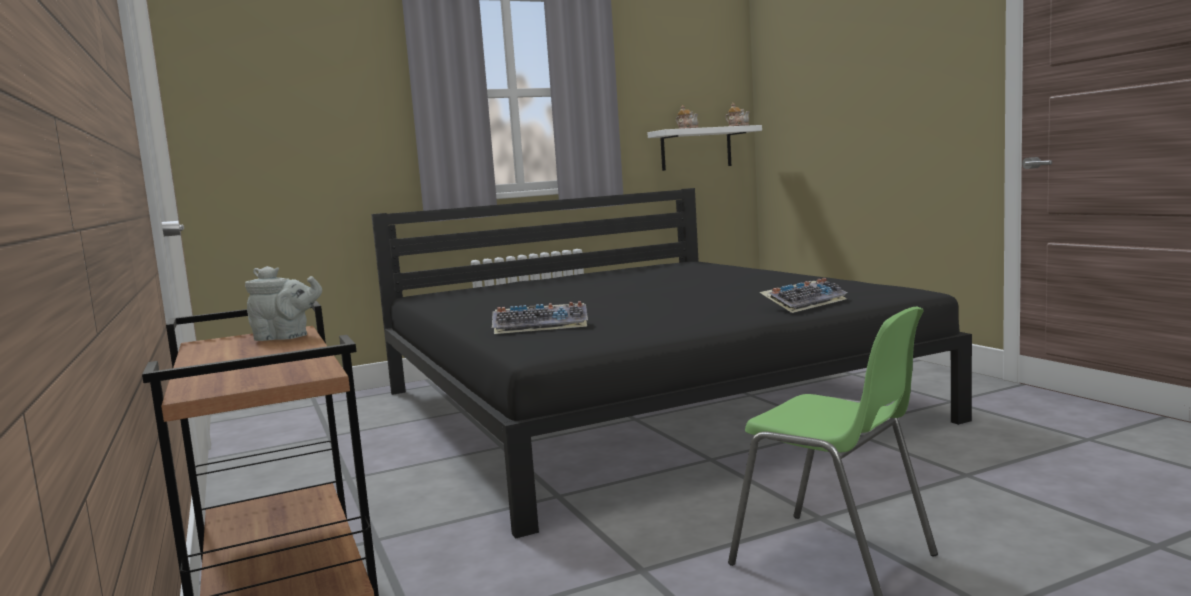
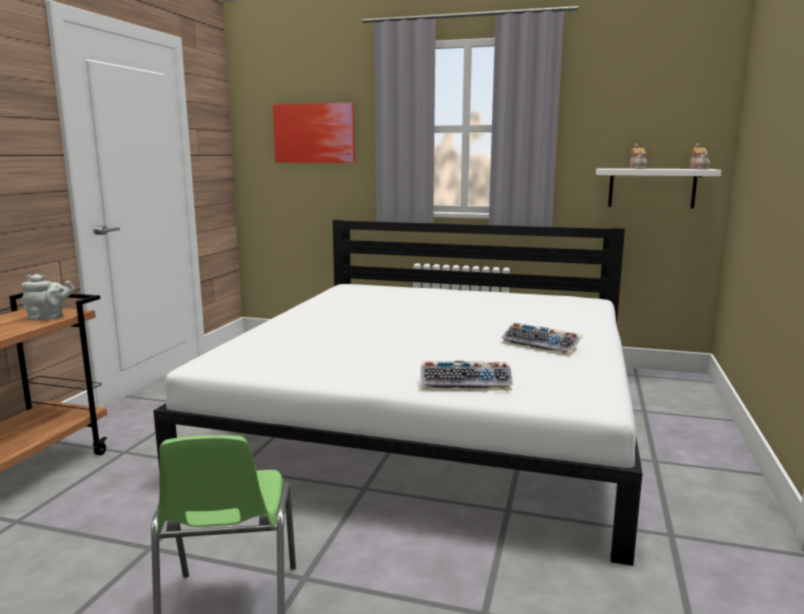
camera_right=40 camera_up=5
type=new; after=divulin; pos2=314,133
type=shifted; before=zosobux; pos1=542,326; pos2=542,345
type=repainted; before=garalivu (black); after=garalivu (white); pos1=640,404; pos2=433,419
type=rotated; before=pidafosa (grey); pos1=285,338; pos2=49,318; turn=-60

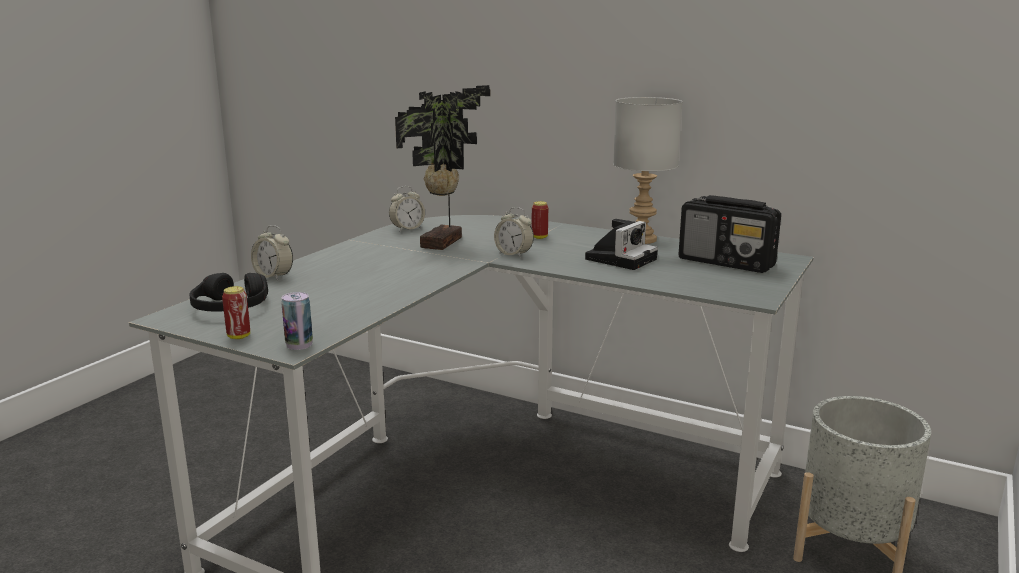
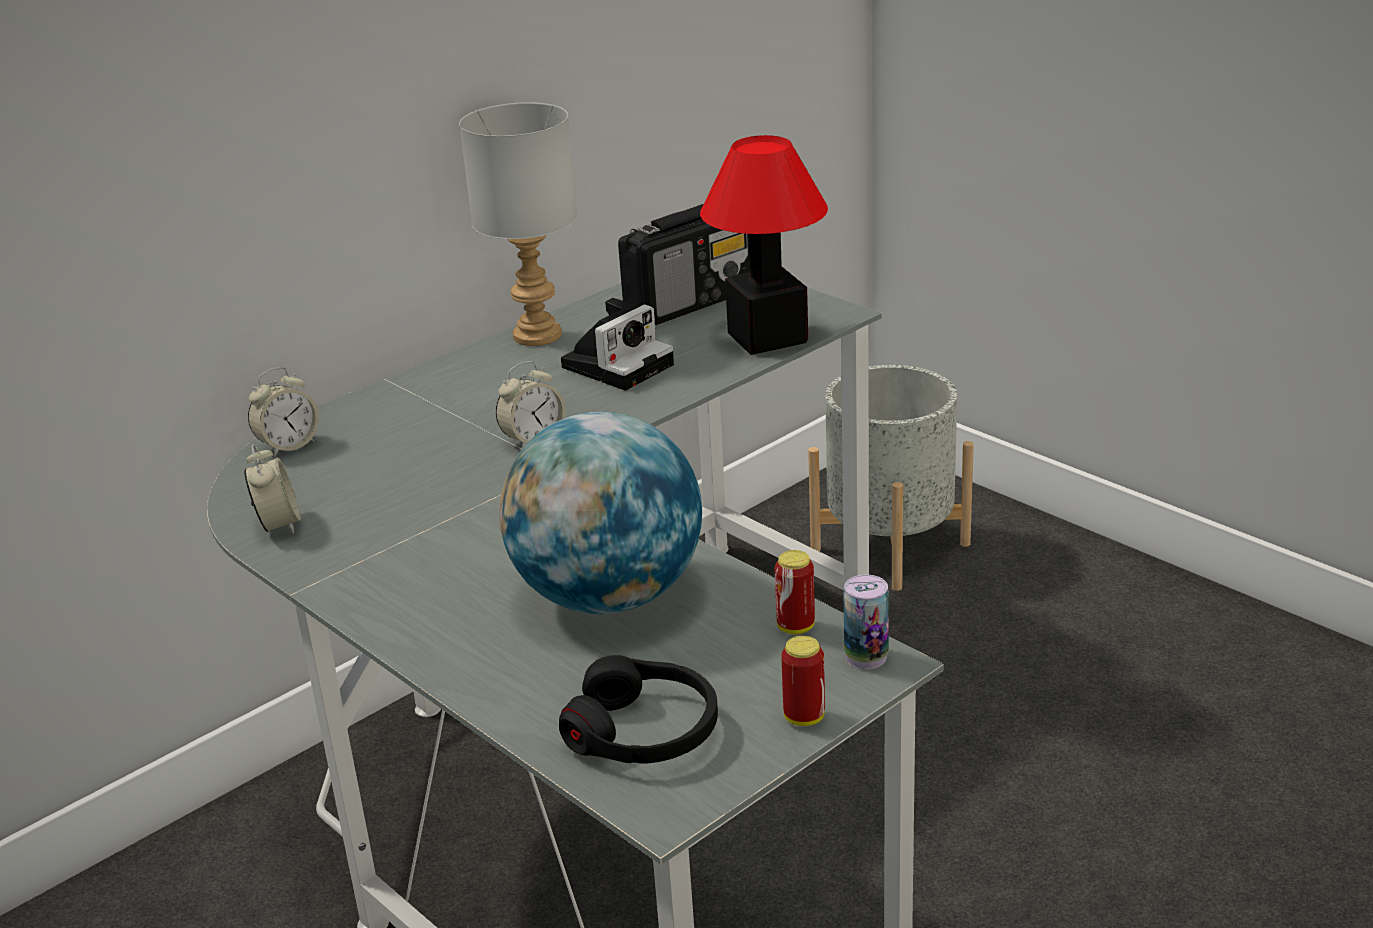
camera_right=-70 camera_up=10
type=gone; before=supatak; pos1=445,243
type=new; after=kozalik; pos2=608,597
type=new; after=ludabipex; pos2=768,338
type=shifted; before=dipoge; pos1=273,276; pos2=288,446
type=shifted; before=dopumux; pos1=539,237; pos2=795,627
type=rotated; before=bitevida; pos1=621,258; pos2=619,364; turn=75

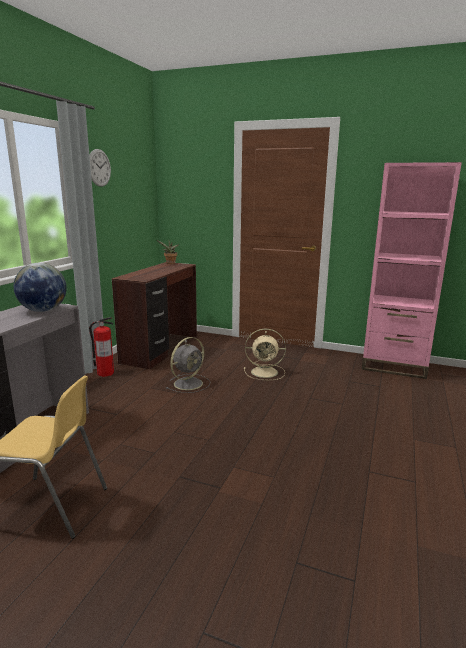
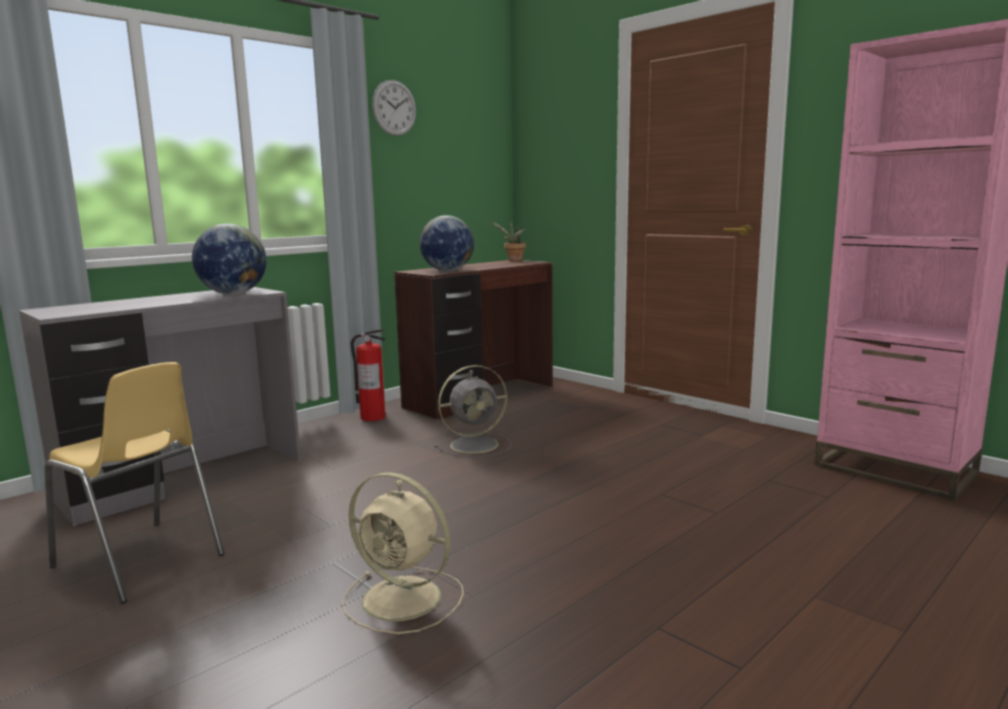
camera_right=25 camera_up=-5
type=new; after=kozalik; pos2=447,271
type=shifted; before=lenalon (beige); pos1=265,372; pos2=405,599

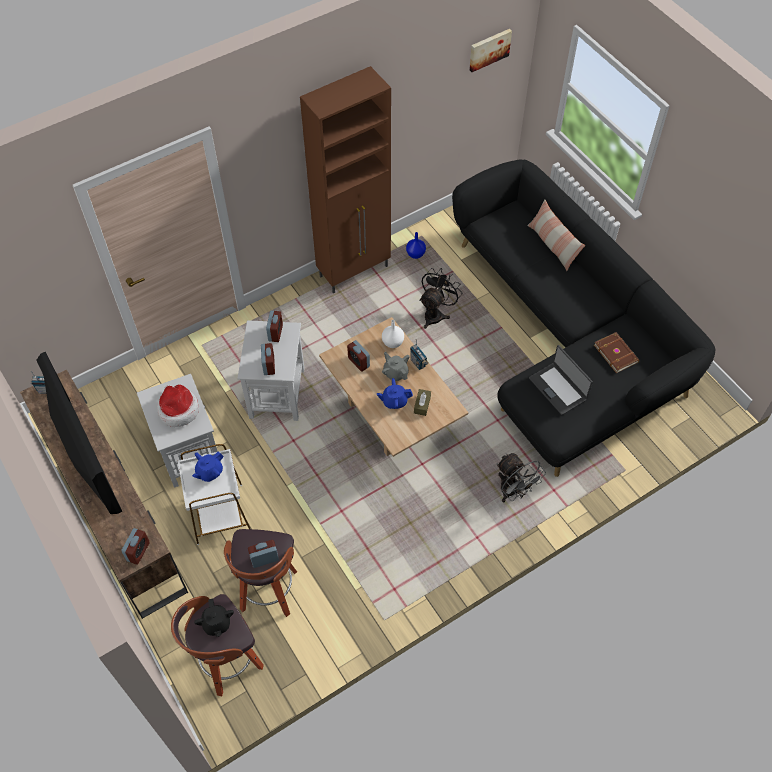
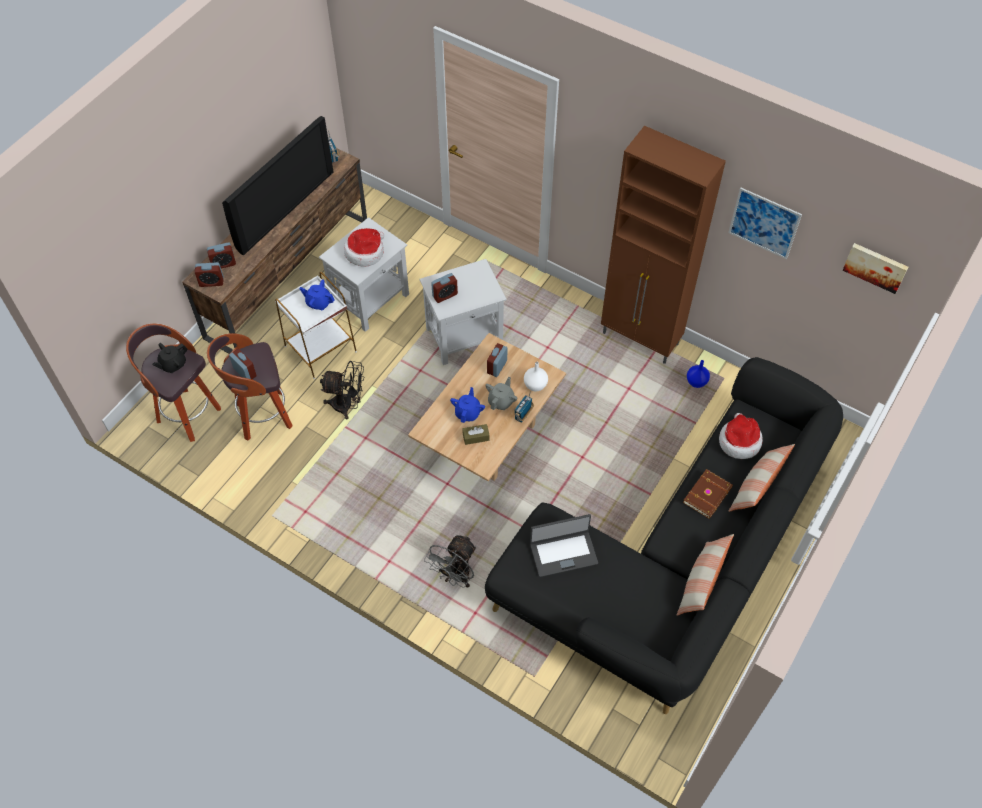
camera_right=65 camera_up=0
type=new; after=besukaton; pos2=701,582
type=new; after=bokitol; pos2=739,441
type=new; after=divulin; pos2=764,223
type=shifted; before=dipoge; pos1=275,333; pos2=223,264
type=shifted; before=lenalon (black); pos1=436,314; pos2=347,405
type=shifted; before=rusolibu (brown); pos1=616,353; pos2=708,495
type=rotated; before=pidafosa (blue); pos1=394,401; pos2=468,413; turn=45
type=rotated; before=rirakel; pos1=558,388; pos2=563,553; turn=-135

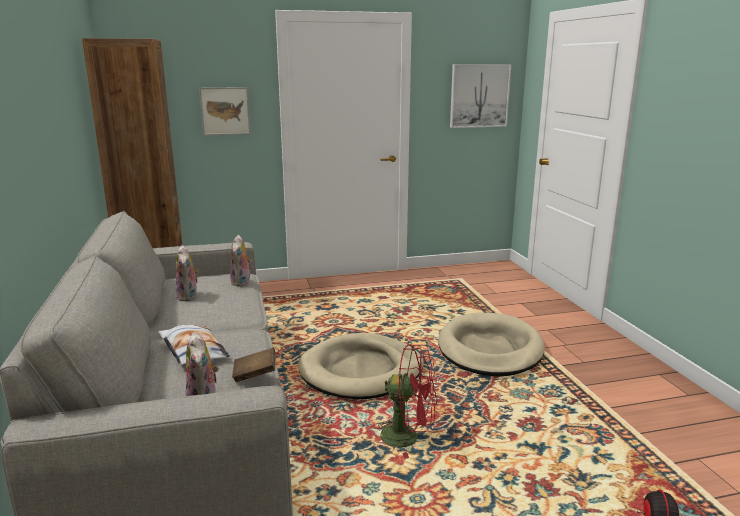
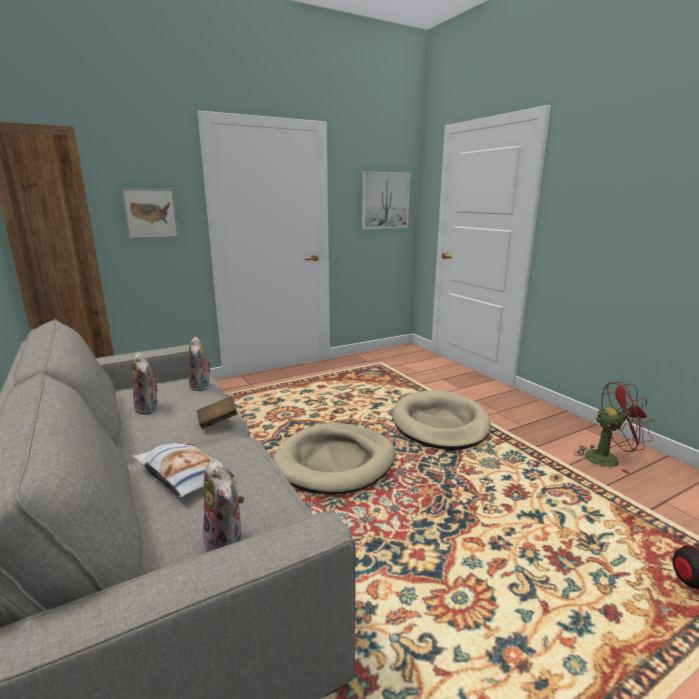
camera_right=-15 camera_up=0
type=shifted; before=rusolibu (brown); pos1=255,375; pos2=217,421
type=shifted; before=lenalon (red); pos1=408,437; pos2=608,458

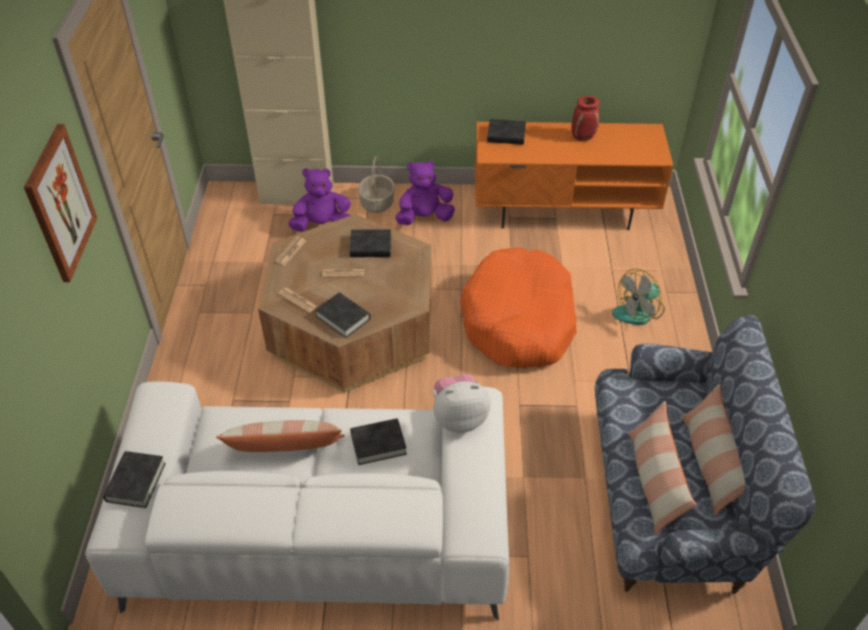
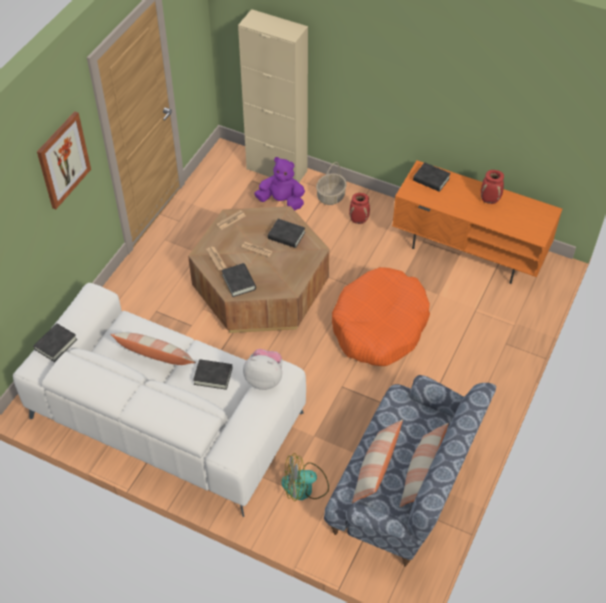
camera_right=25 camera_up=5
type=shifted; before=lenalon; pos1=639,312; pos2=304,486
type=swapped; before=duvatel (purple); after=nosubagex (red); pos1=424,218; pos2=359,220

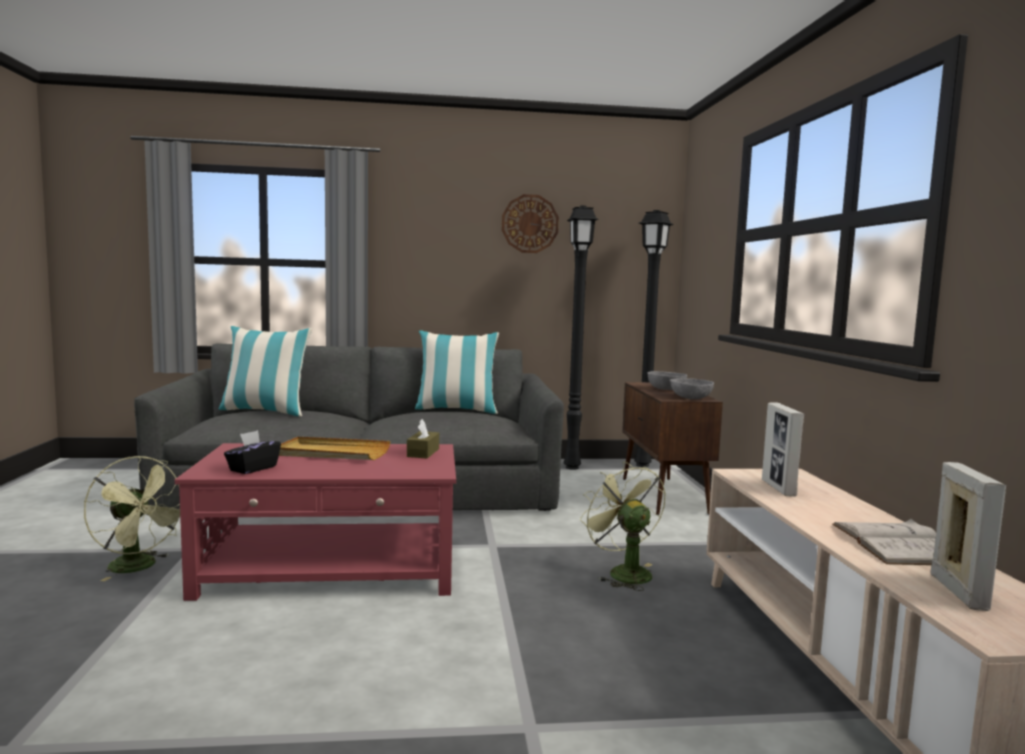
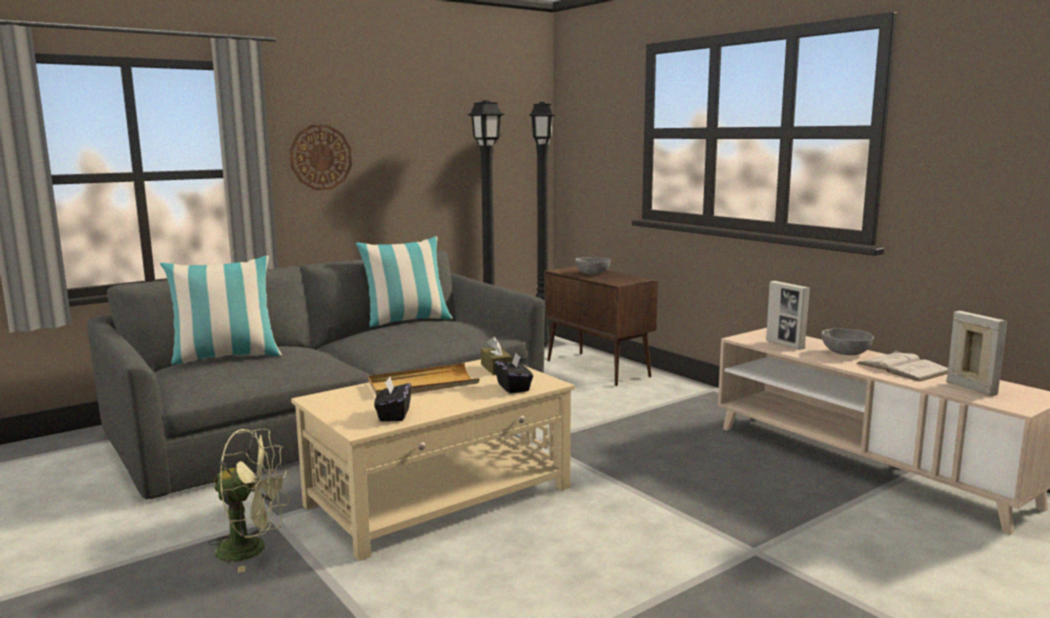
camera_right=-30 camera_up=5
type=gone; before=lenalon (green); pos1=623,572
type=new; after=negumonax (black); pos2=514,387
type=shifted; before=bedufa; pos1=530,224; pos2=321,157
type=shifted; before=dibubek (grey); pos1=690,398; pos2=845,353
type=repainted; before=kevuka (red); after=kevuka (beige); pos1=332,569; pos2=440,496

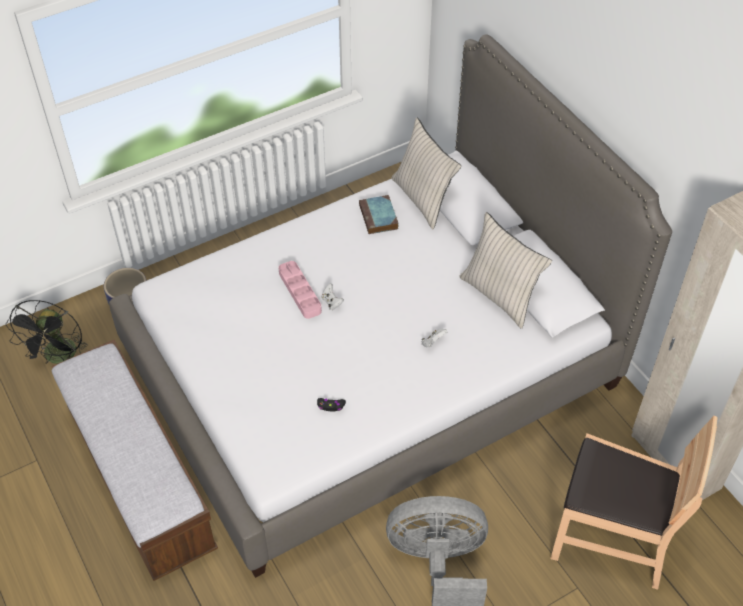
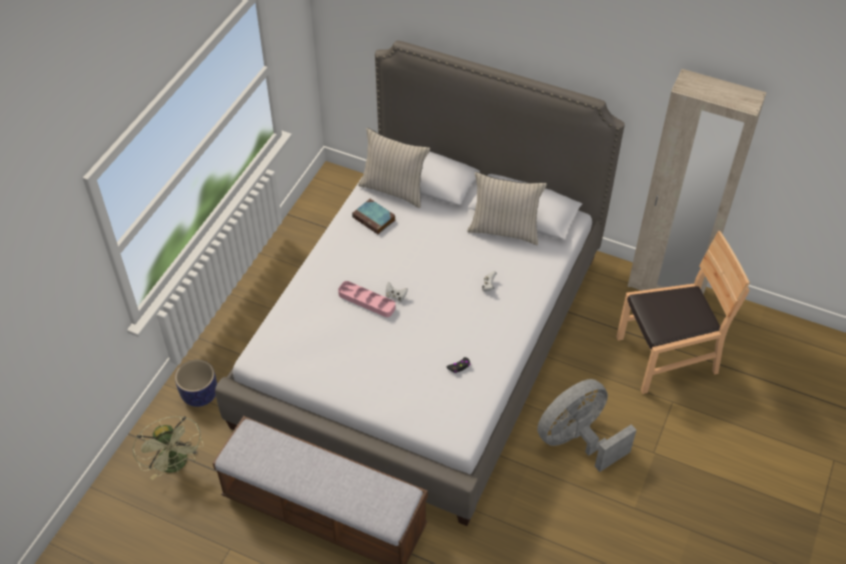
camera_right=-35 camera_up=0
type=repainted; before=lenalon (black); after=lenalon (green); pos1=59,358; pos2=176,465

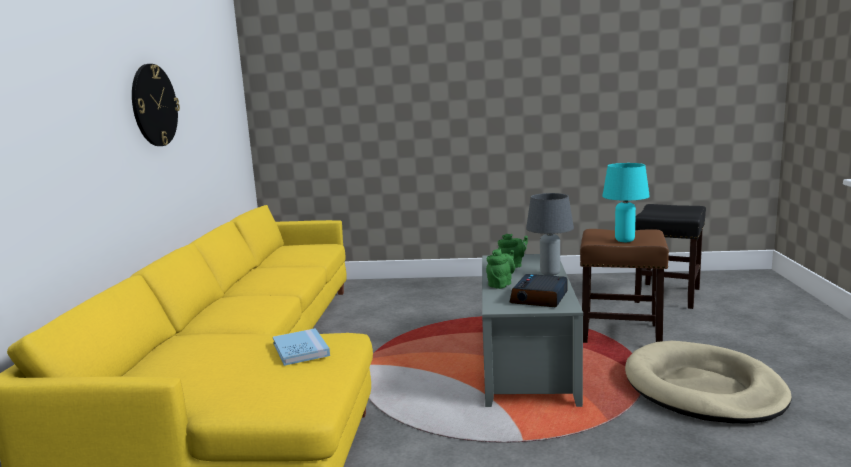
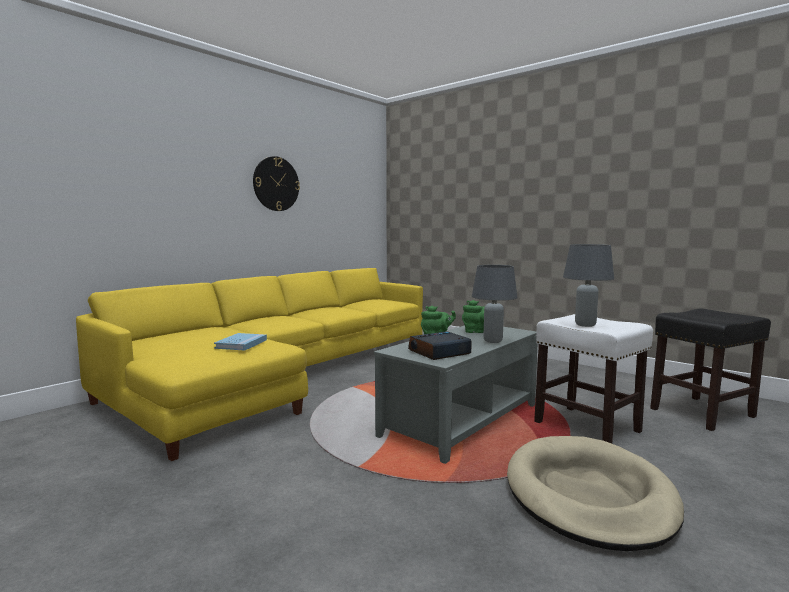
camera_right=35 camera_up=-5
type=repainted; before=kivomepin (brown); after=kivomepin (white); pos1=622,333; pos2=588,427
type=repainted; before=ludabipex (turquoise); after=ludabipex (grey); pos1=624,240; pos2=584,325

